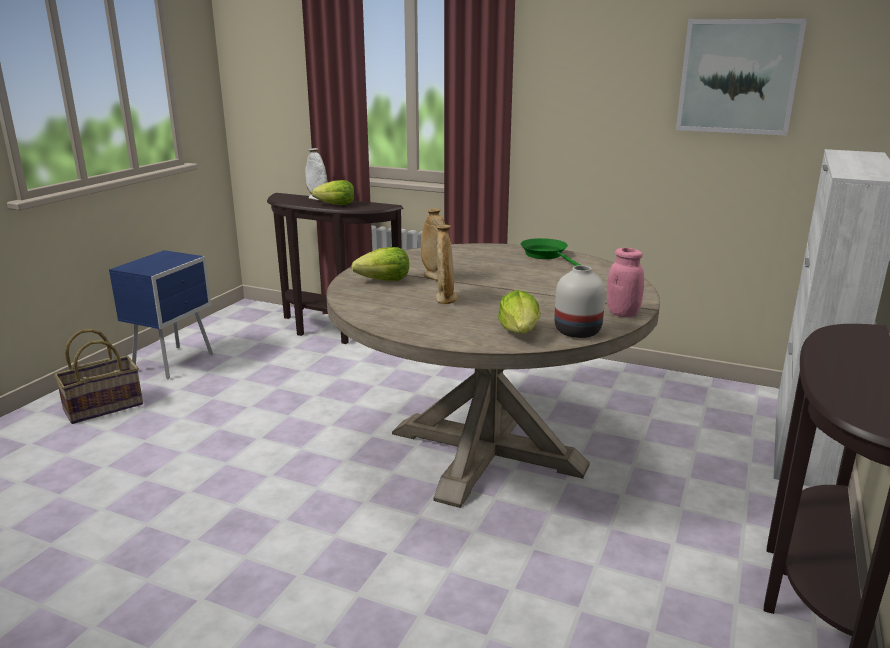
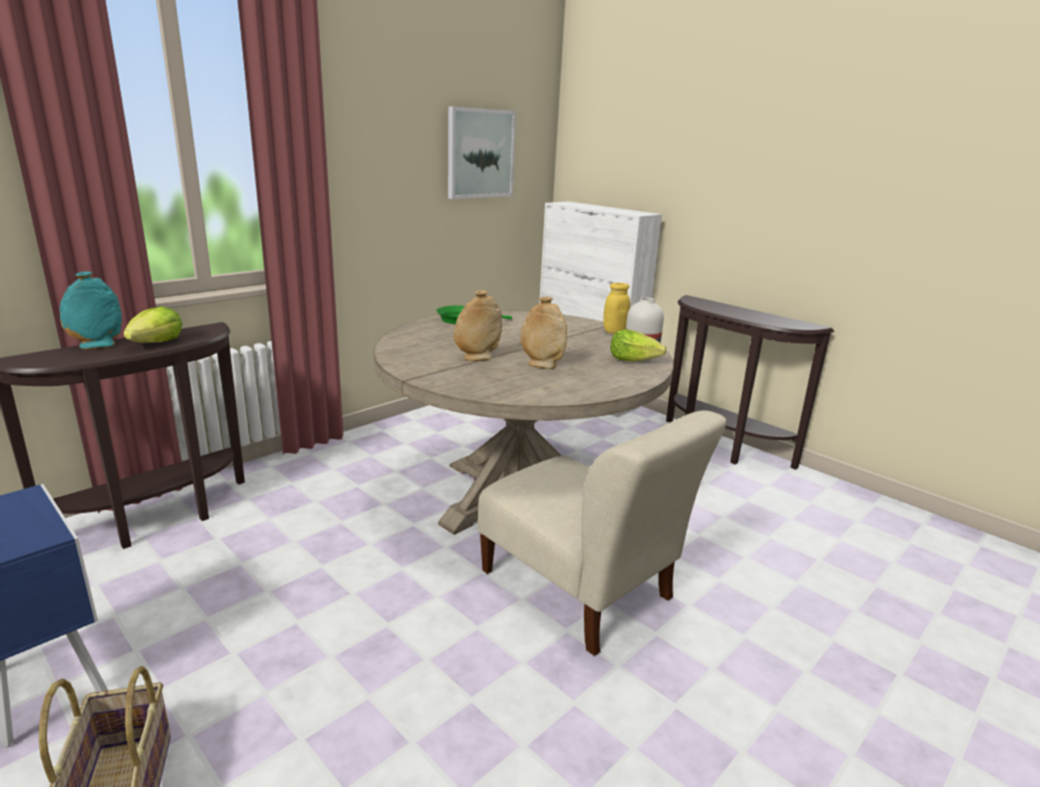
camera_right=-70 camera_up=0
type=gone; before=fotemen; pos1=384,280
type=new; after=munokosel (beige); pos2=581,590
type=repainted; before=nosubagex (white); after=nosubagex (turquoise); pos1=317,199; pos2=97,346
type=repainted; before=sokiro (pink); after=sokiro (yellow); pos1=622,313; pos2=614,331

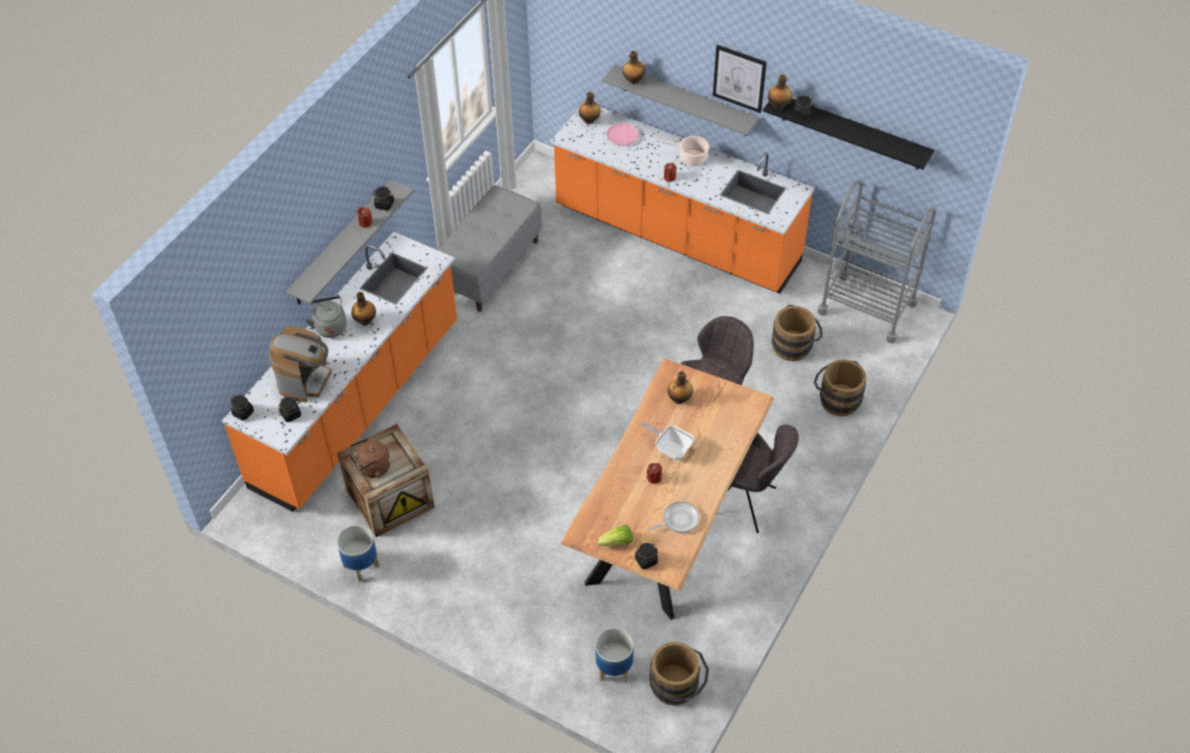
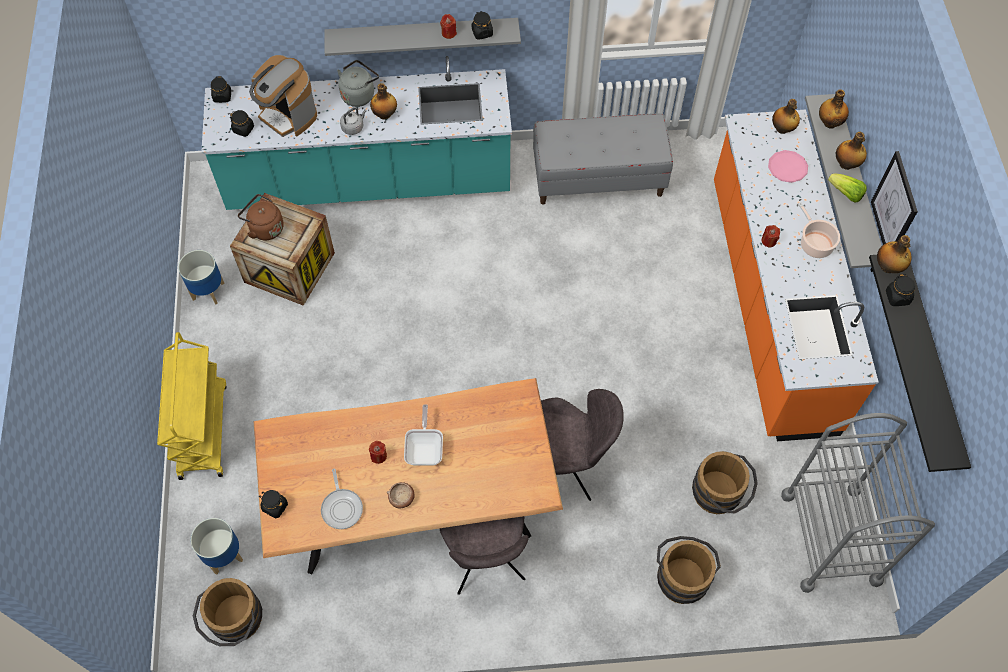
camera_right=55 camera_up=10
type=new; after=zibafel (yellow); pos2=202,429
type=new; after=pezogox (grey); pos2=353,127
type=new; after=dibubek; pos2=402,498
type=shifted; before=fotemen; pos1=617,542; pos2=845,194
type=shifted; before=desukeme; pos1=680,399; pos2=846,164
type=repainted; before=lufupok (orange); after=lufupok (turquoise); pos1=358,405; pos2=369,182
type=rotated; before=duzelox; pos1=305,380; pos2=287,115; turn=60
type=rotated; before=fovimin; pos1=678,520; pos2=342,507; turn=45

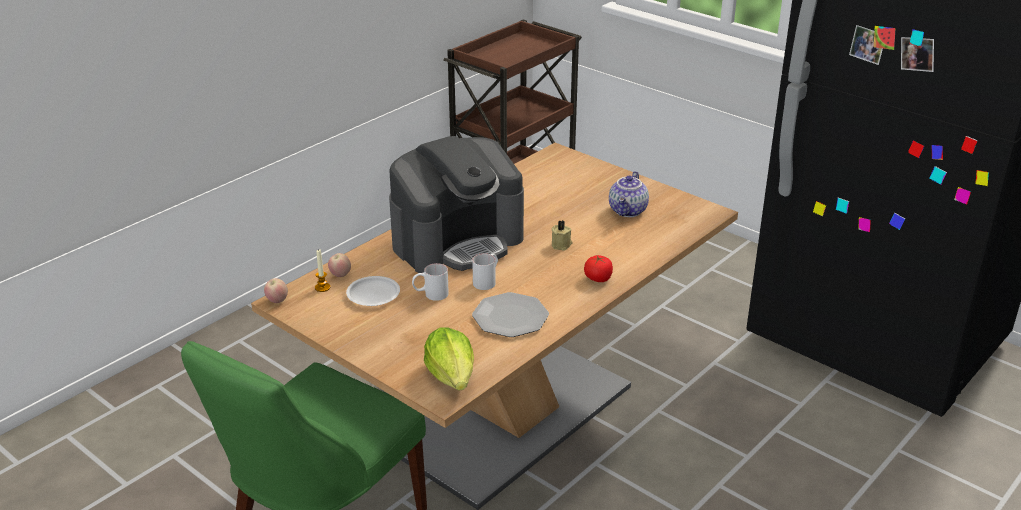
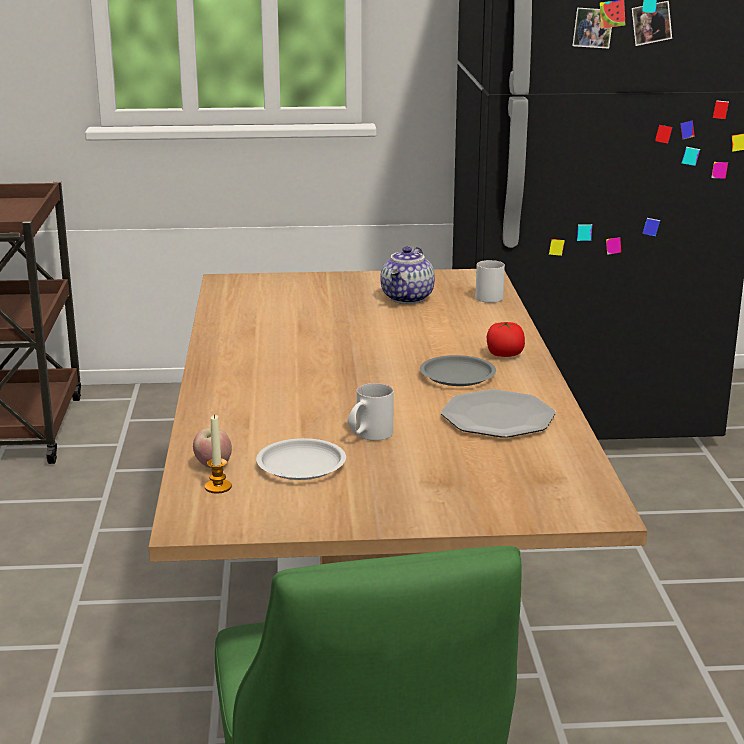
camera_right=-45 camera_up=-10
type=gone; before=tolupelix; pos1=277,300
type=gone; before=duzelox; pos1=457,241
type=gone; before=fotemen; pos1=452,376
type=gone; before=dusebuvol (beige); pos1=562,245
type=new; after=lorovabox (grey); pos2=458,376
type=shifted; before=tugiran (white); pos1=487,281; pos2=486,296
type=rotated; before=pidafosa; pos1=628,211; pos2=408,298; turn=45

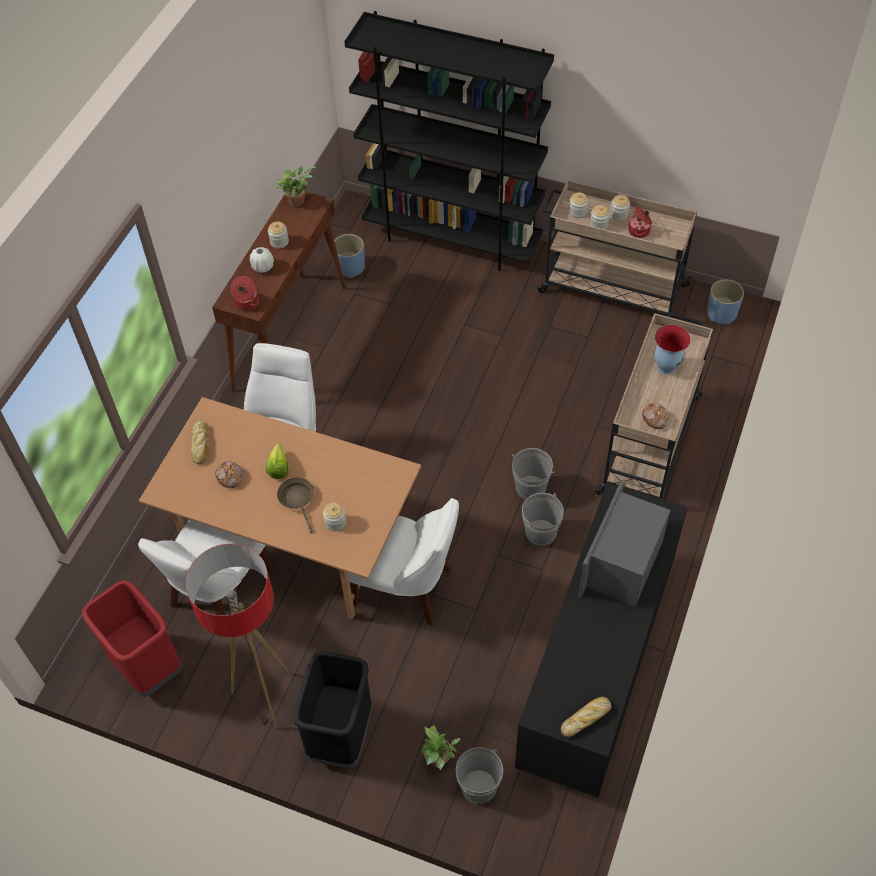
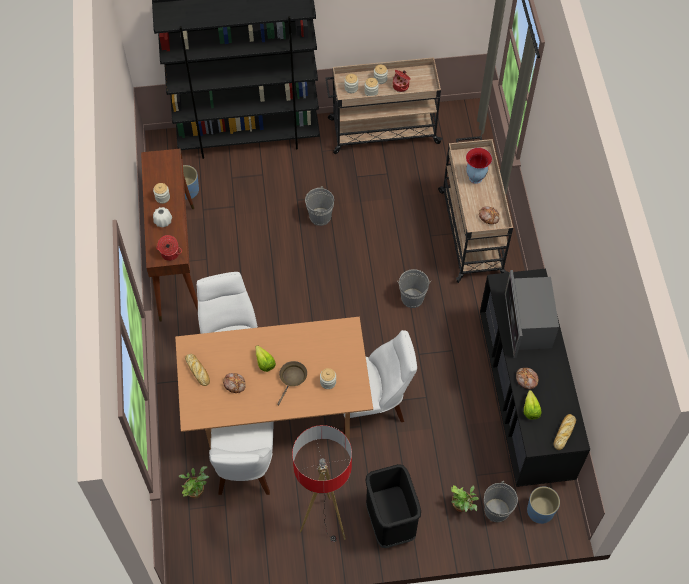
camera_right=-30 camera_up=5
type=gone; before=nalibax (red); pos1=146,666
type=new; after=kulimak; pos2=526,380
type=new; after=fotemen; pos2=531,407
type=shifted; before=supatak; pos1=298,200; pos2=196,490
type=shifted; before=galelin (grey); pos1=541,532; pos2=320,216
type=shifted; before=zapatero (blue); pos1=721,313; pos2=540,511
type=rotated; before=fovimin (brown); pos1=298,500; pos2=292,378; turn=75

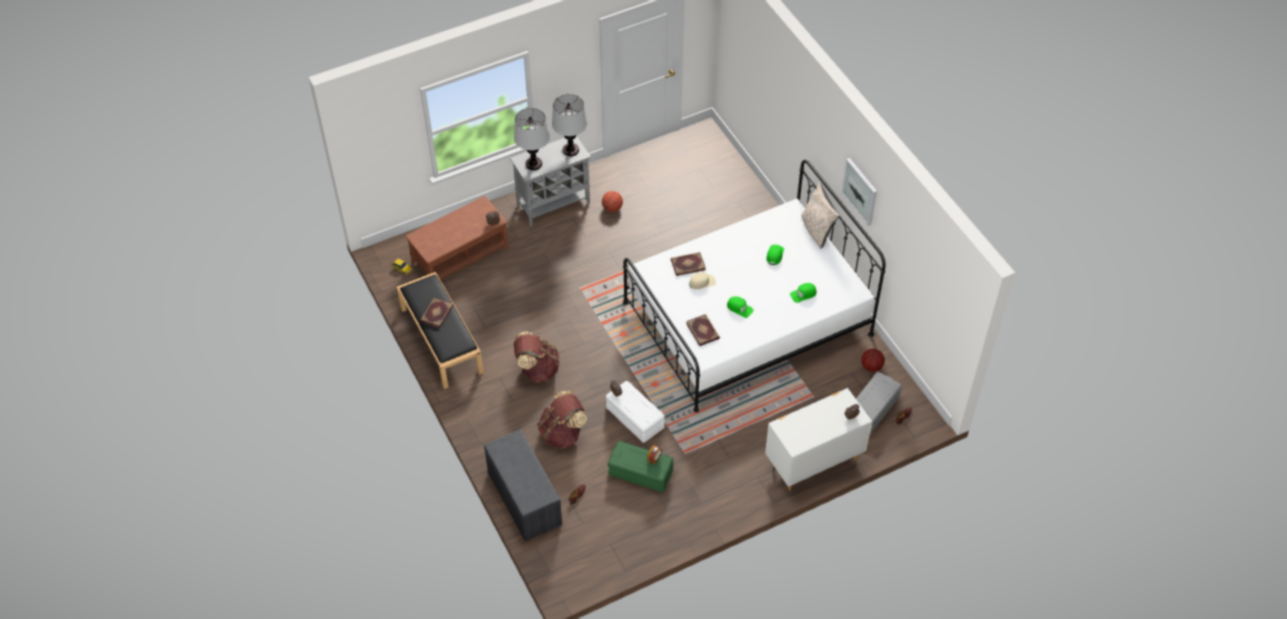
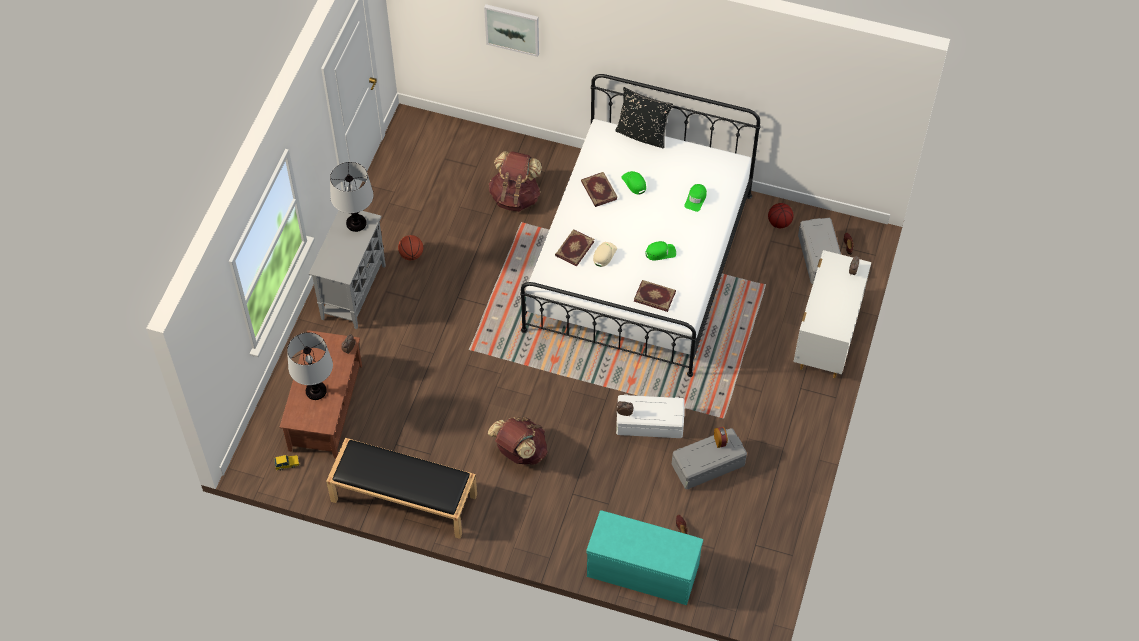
camera_right=-45 camera_up=5
type=shifted; before=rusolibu; pos1=436,313; pos2=598,190
type=shifted; before=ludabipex; pos1=534,164; pos2=316,391
type=shifted; before=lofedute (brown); pos1=562,433; pos2=515,197
type=shifted; before=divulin; pos1=860,191; pos2=512,29
type=repainted; before=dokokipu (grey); after=dokokipu (turquoise); pos1=523,498; pos2=641,571
type=repainted; before=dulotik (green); after=dulotik (grey); pos1=640,473; pos2=708,465
type=repainted; before=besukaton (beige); after=besukaton (black); pos1=817,230; pos2=642,134

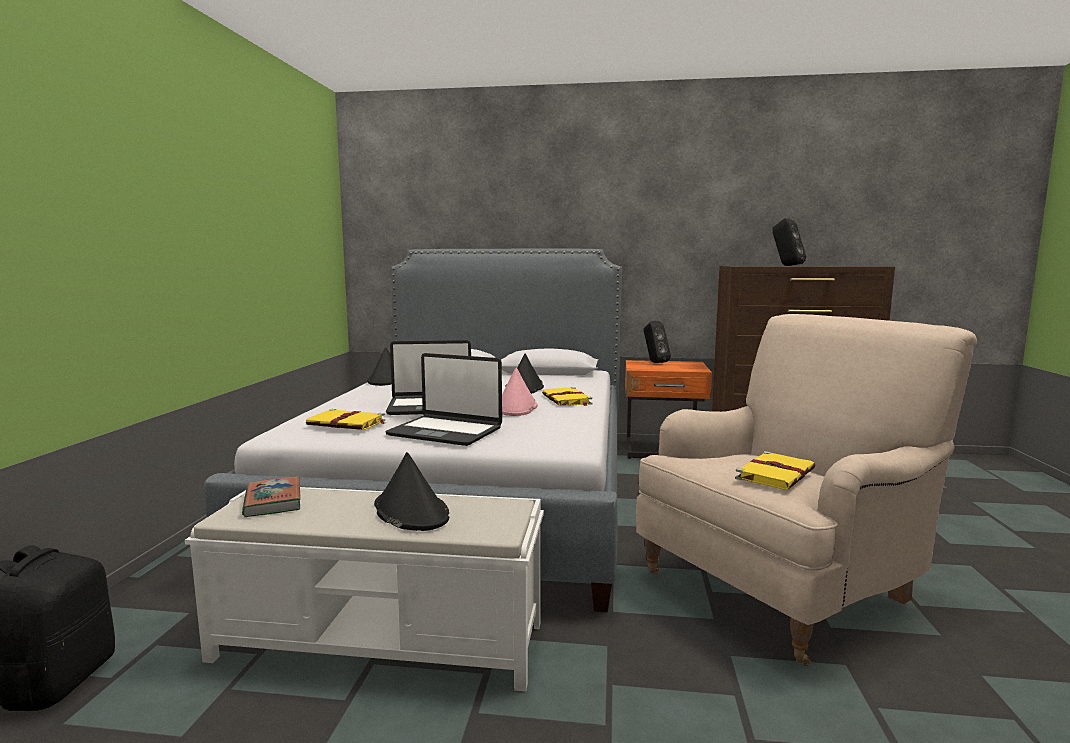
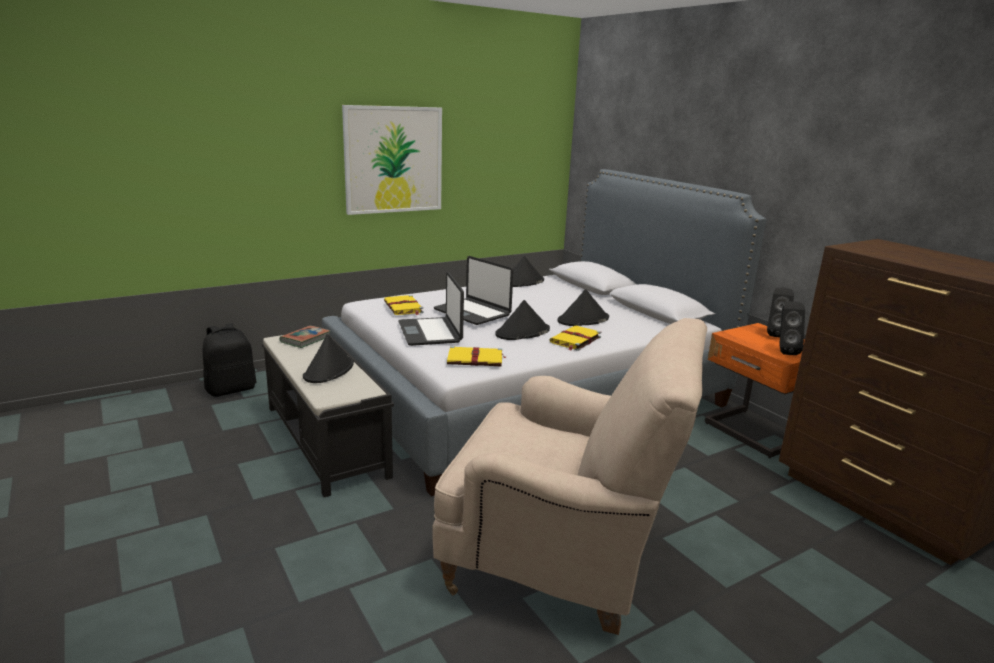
camera_right=50 camera_up=10
type=new; after=divulin; pos2=393,160
type=shifted; before=rusolibu (yellow); pos1=776,473; pos2=476,359
type=shifted; before=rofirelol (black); pos1=786,266; pos2=784,351
type=repainted; before=dokokipu (white); after=dokokipu (black); pos1=382,642; pos2=326,441
type=repainted; before=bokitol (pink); after=bokitol (black); pos1=516,407; pos2=522,332

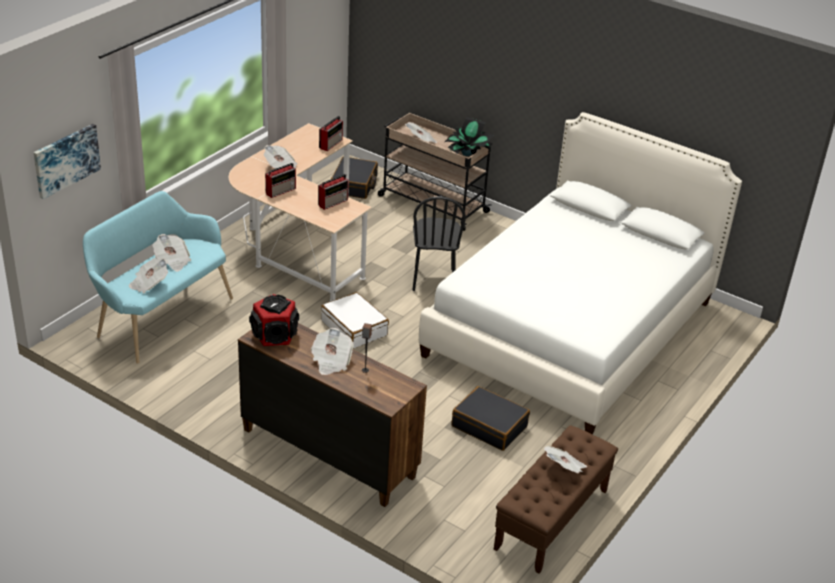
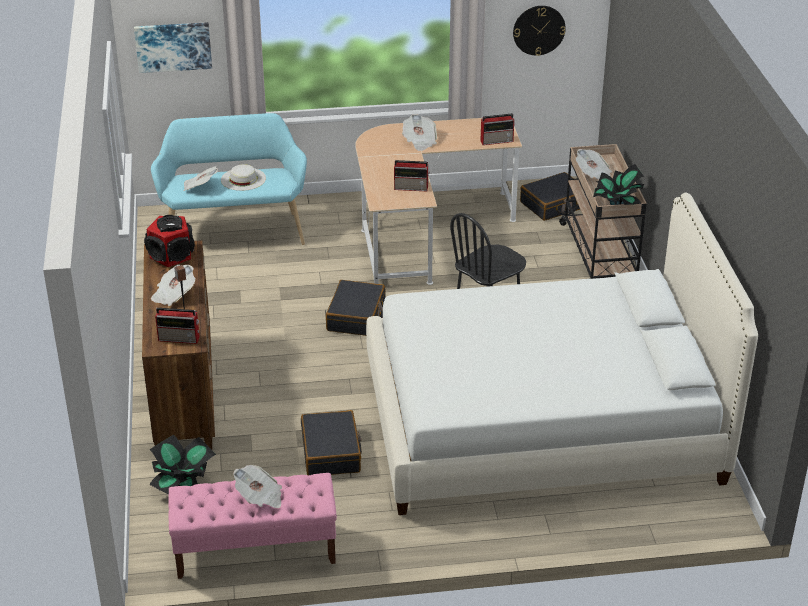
camera_right=50 camera_up=0
type=new; after=supatak; pos2=183,484
type=new; after=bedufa; pos2=539,30
type=shifted; before=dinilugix; pos1=281,191; pos2=180,338
type=swapped; before=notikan; after=bokitol (white); pos1=172,261; pos2=243,179
type=repainted; before=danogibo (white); after=danogibo (black); pos1=354,328; pos2=356,317
type=repainted; before=dokokipu (brown); after=dokokipu (pink); pos1=551,519; pos2=255,550

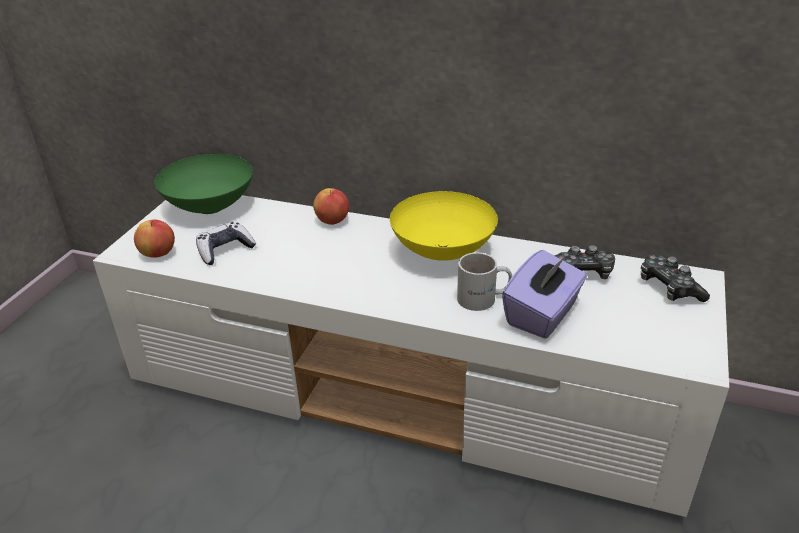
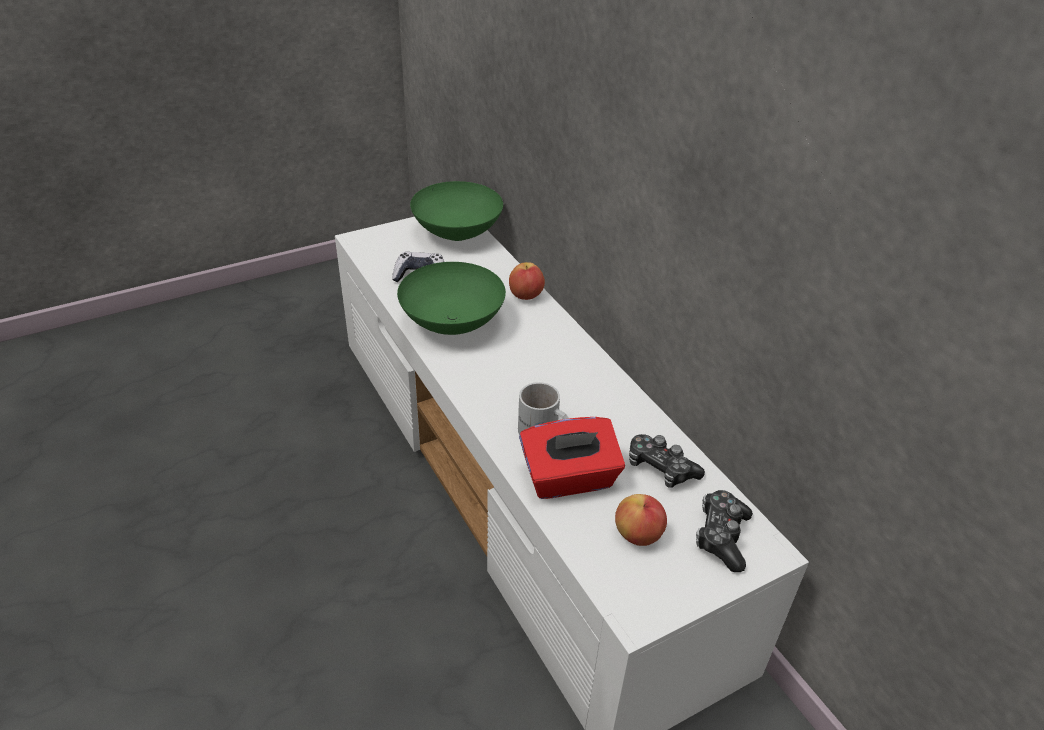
camera_right=40 camera_up=5
type=gone; before=dibubek (yellow); pos1=441,252
type=new; after=dibubek (green); pos2=453,324
type=shifted; before=tolupelix; pos1=158,253; pos2=638,535
type=repainted; before=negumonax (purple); after=negumonax (red); pos1=542,315; pos2=569,479

